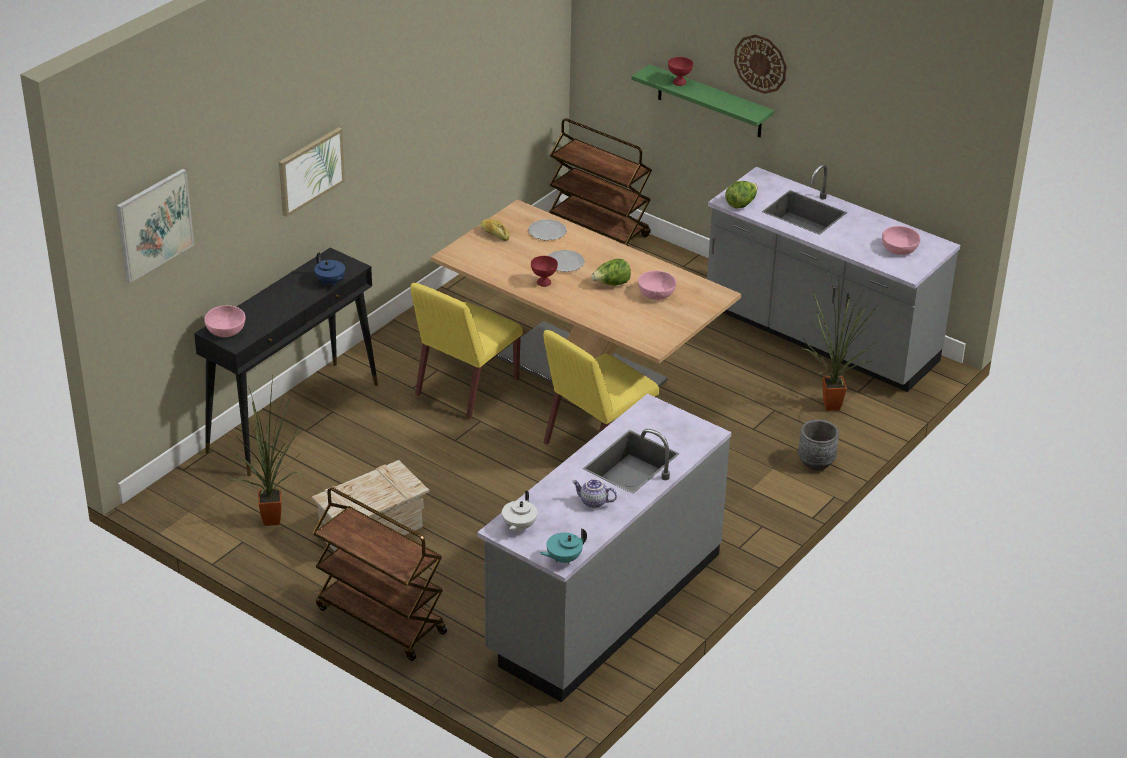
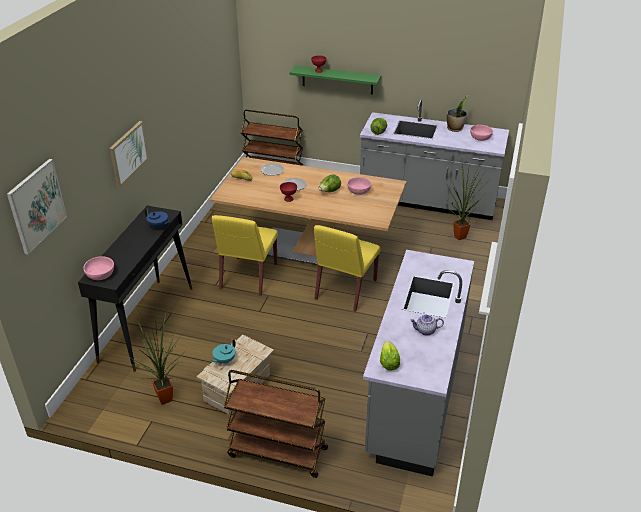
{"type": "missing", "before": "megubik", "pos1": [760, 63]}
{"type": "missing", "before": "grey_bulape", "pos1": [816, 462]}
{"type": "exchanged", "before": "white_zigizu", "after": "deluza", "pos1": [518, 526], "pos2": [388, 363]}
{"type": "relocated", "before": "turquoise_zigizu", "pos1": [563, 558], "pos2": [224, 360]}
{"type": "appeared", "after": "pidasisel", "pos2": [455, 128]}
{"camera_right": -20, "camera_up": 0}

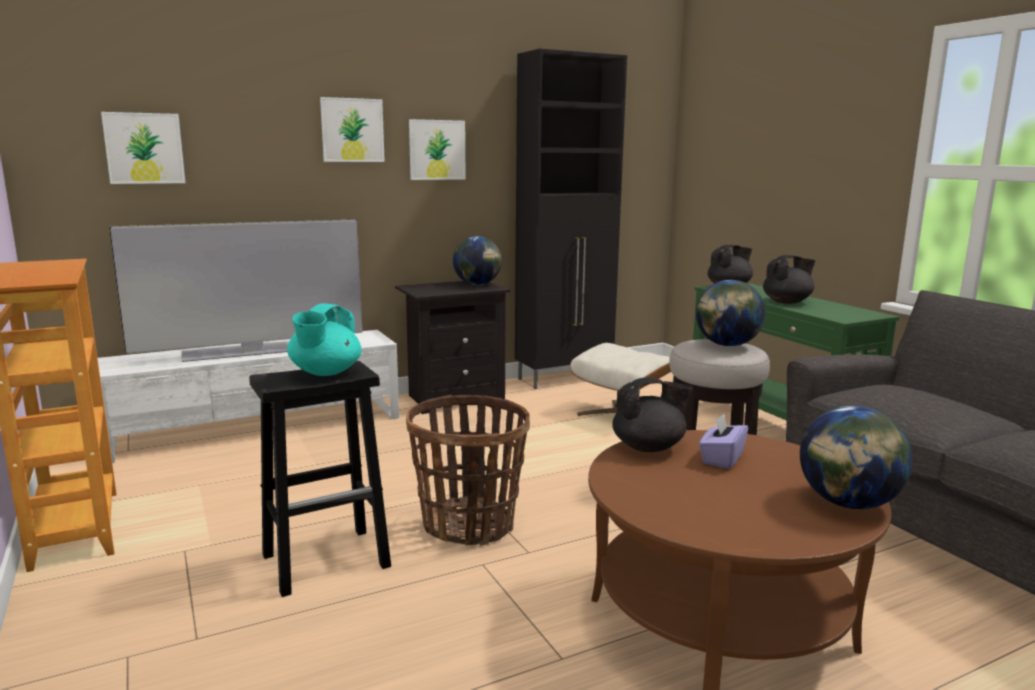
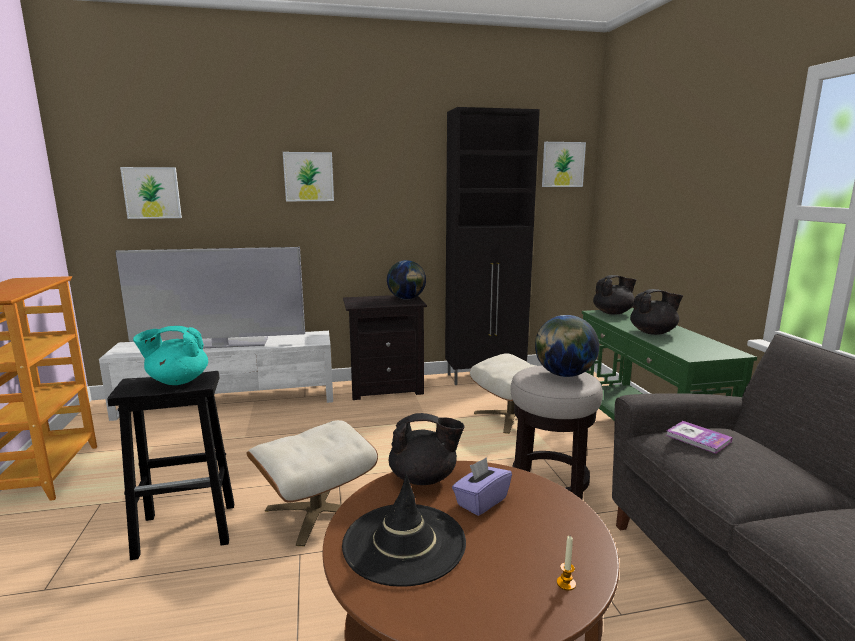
{"type": "relocated", "before": "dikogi", "pos1": [437, 150], "pos2": [563, 164]}
{"type": "spun", "before": "turquoise_zigizu", "pos1": [325, 372], "pos2": [177, 381], "turn": 45}
{"type": "exchanged", "before": "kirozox", "after": "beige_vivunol", "pos1": [469, 524], "pos2": [316, 511]}
{"type": "exchanged", "before": "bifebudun", "after": "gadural", "pos1": [848, 503], "pos2": [566, 583]}
{"type": "appeared", "after": "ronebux", "pos2": [698, 438]}
{"type": "appeared", "after": "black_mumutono", "pos2": [404, 543]}
{"camera_right": 15, "camera_up": 0}

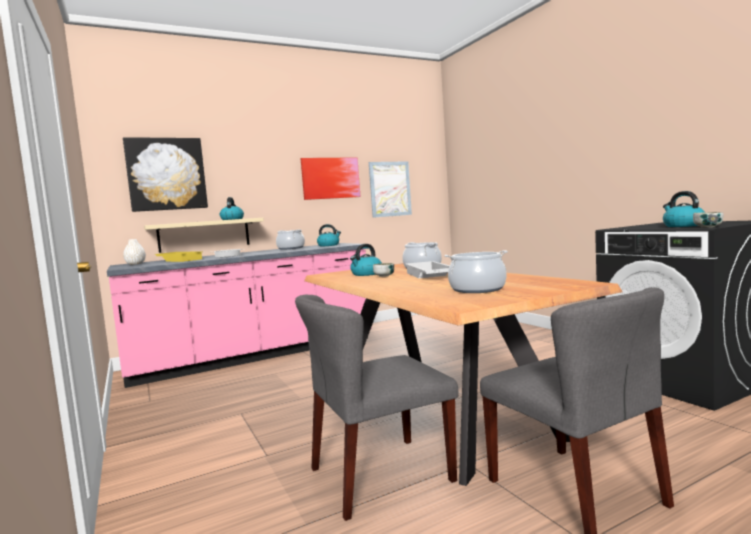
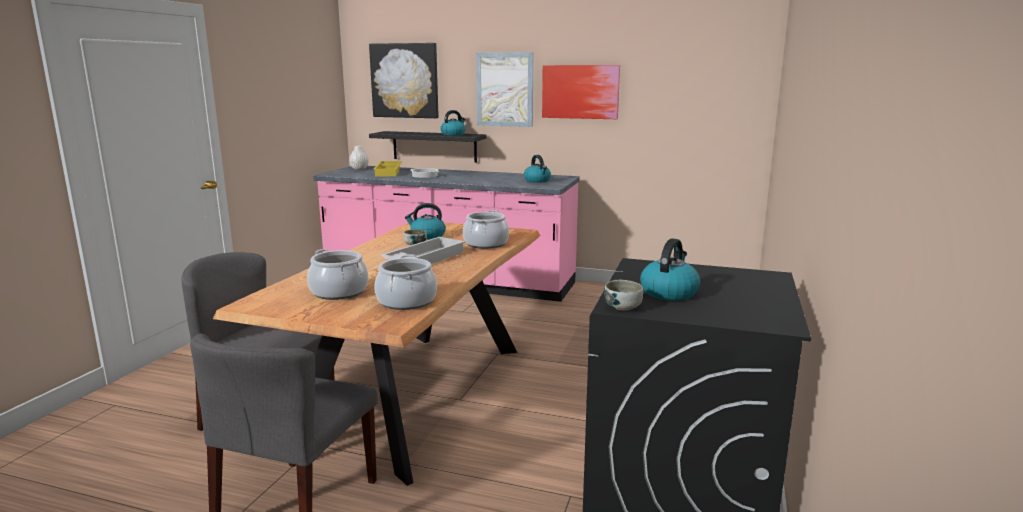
{"type": "relocated", "before": "dikogi", "pos1": [390, 189], "pos2": [504, 89]}
{"type": "colour", "before": "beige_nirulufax", "after": "black_nirulufax", "pos1": [204, 235], "pos2": [434, 146]}
{"type": "relocated", "before": "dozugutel", "pos1": [291, 248], "pos2": [407, 301]}
{"camera_right": 45, "camera_up": 10}

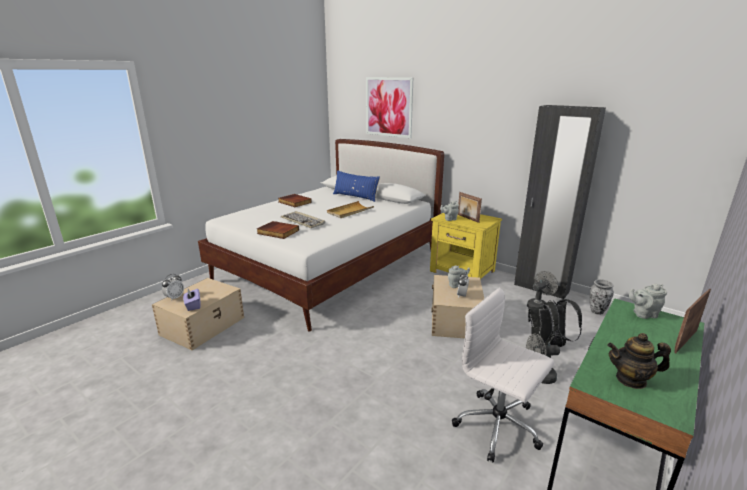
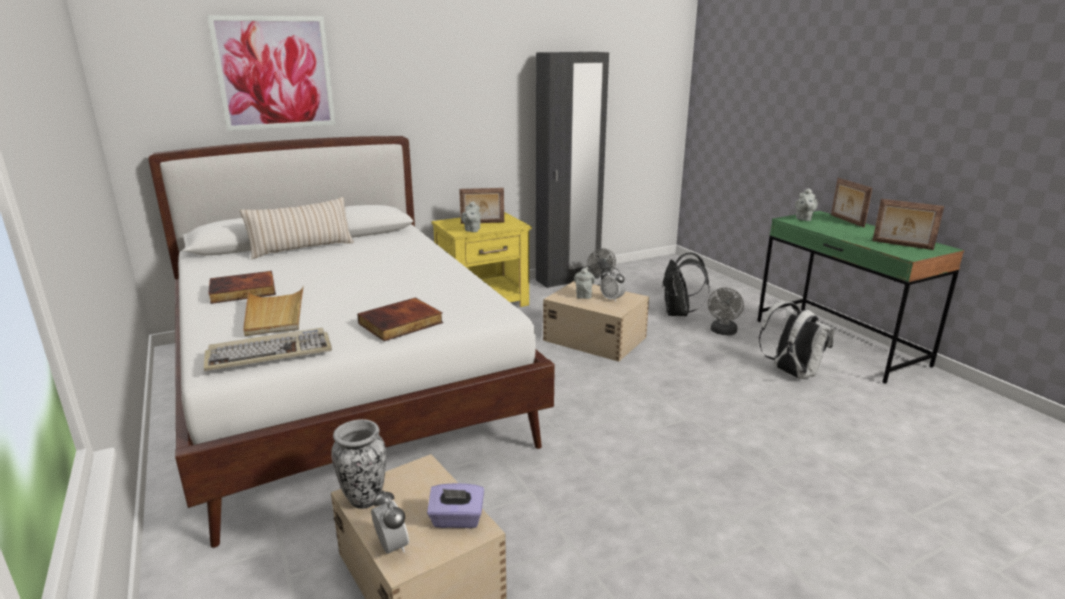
{"type": "colour", "before": "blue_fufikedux", "after": "beige_fufikedux", "pos1": [355, 197], "pos2": [302, 249]}
{"type": "relocated", "before": "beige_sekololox", "pos1": [350, 211], "pos2": [274, 314]}
{"type": "relocated", "before": "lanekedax", "pos1": [303, 221], "pos2": [270, 353]}
{"type": "relocated", "before": "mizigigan", "pos1": [597, 311], "pos2": [364, 498]}
{"type": "exchanged", "before": "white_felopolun", "after": "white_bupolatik", "pos1": [499, 427], "pos2": [791, 373]}
{"type": "exchanged", "before": "zigizu", "after": "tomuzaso", "pos1": [631, 379], "pos2": [902, 245]}
{"camera_right": -65, "camera_up": 0}

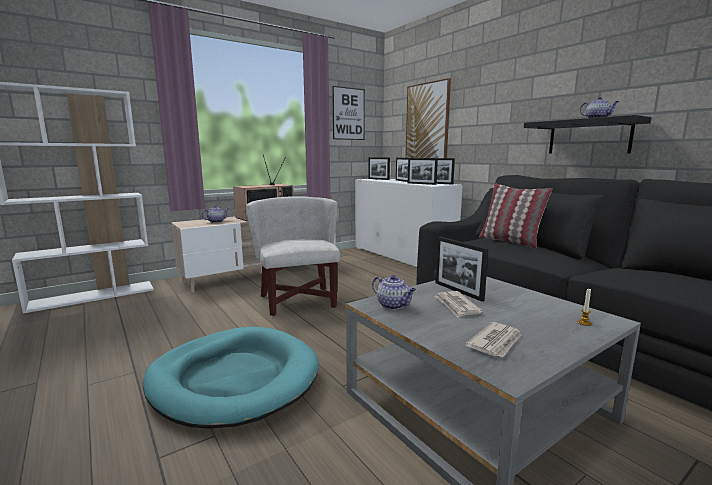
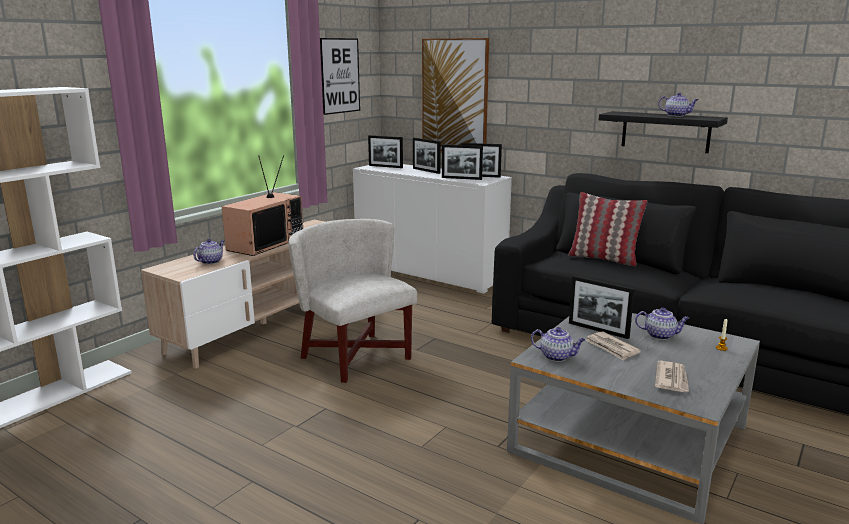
{"type": "missing", "before": "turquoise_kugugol", "pos1": [234, 379]}
{"type": "appeared", "after": "zigizu", "pos2": [660, 335]}
{"camera_right": -20, "camera_up": 5}

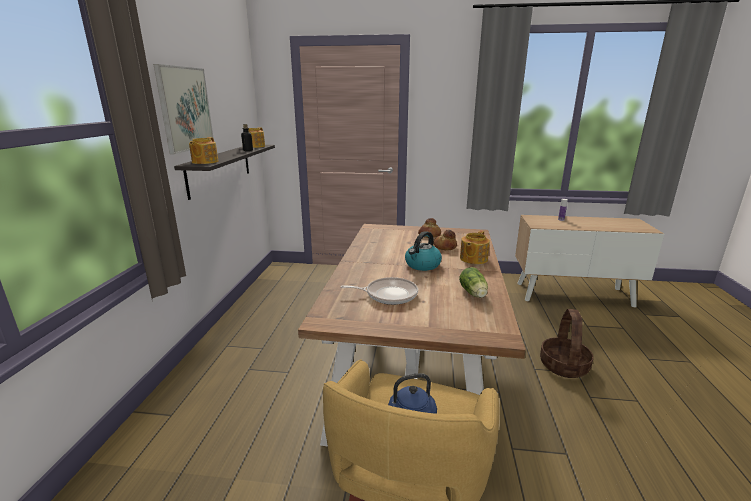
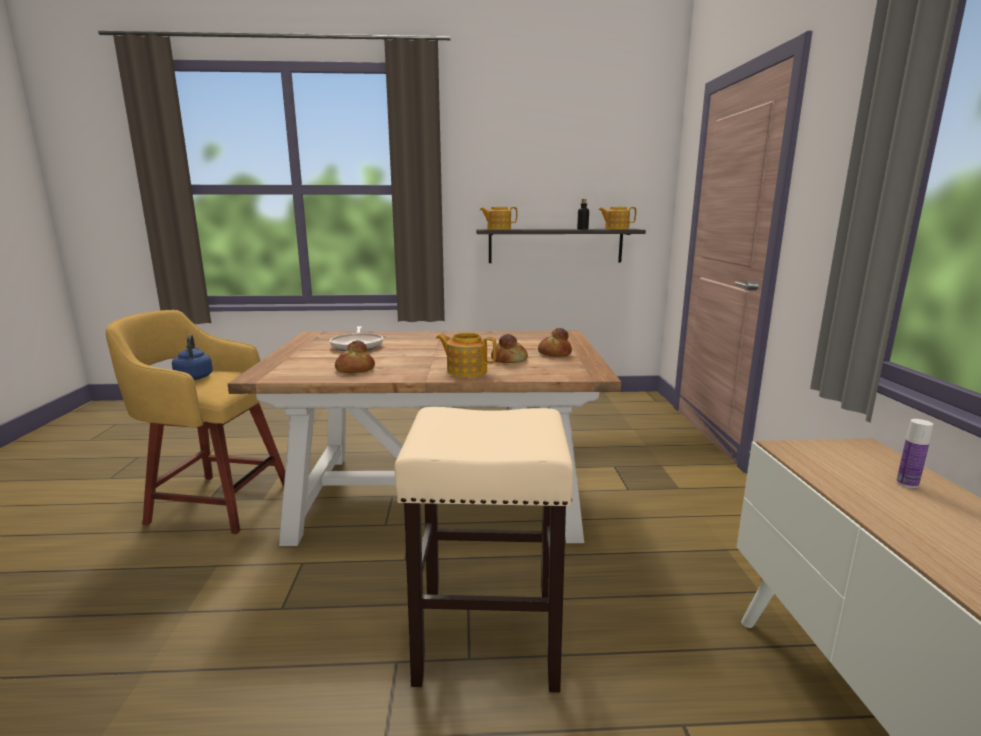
{"type": "missing", "before": "dikogi", "pos1": [185, 109]}
{"type": "missing", "before": "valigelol", "pos1": [422, 265]}
{"type": "exchanged", "before": "deluza", "after": "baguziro", "pos1": [473, 294], "pos2": [354, 370]}
{"type": "exchanged", "before": "kirozox", "after": "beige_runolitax", "pos1": [564, 366], "pos2": [485, 643]}
{"camera_right": 80, "camera_up": -5}

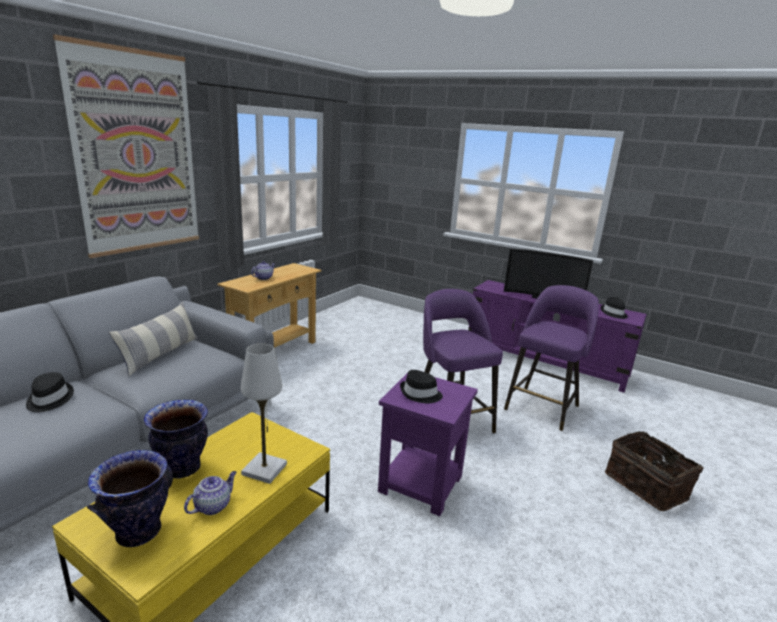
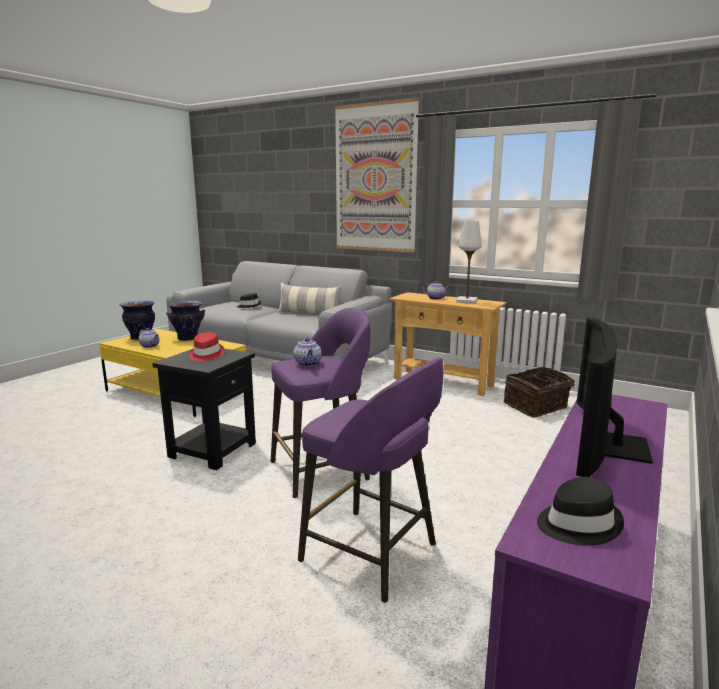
{"type": "relocated", "before": "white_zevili", "pos1": [264, 469], "pos2": [467, 301]}
{"type": "colour", "before": "black_mumutono", "after": "red_mumutono", "pos1": [420, 394], "pos2": [206, 354]}
{"type": "colour", "before": "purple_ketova", "after": "black_ketova", "pos1": [419, 483], "pos2": [213, 449]}
{"type": "relocated", "before": "kirozox", "pos1": [647, 485], "pos2": [536, 407]}
{"type": "appeared", "after": "zigizu", "pos2": [308, 364]}
{"camera_right": 90, "camera_up": -5}

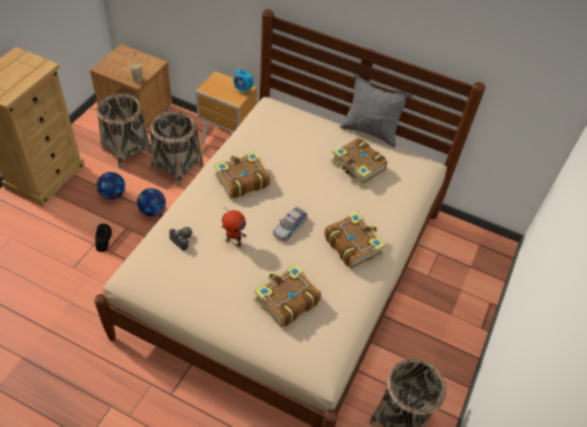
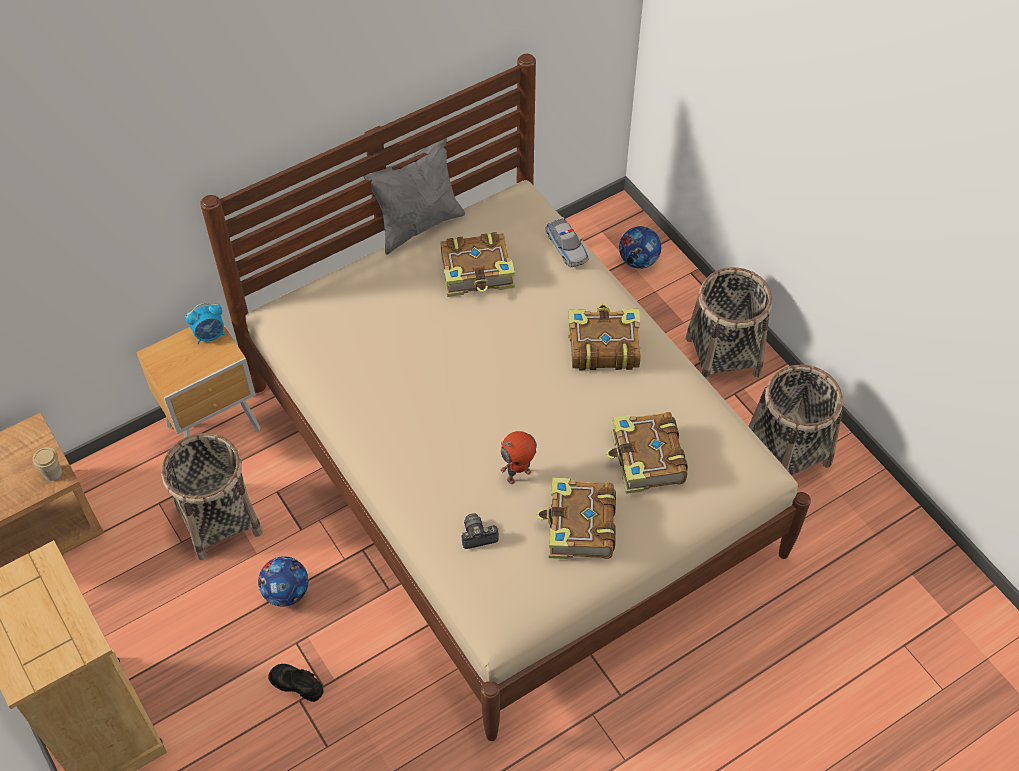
{"type": "relocated", "before": "kirozox", "pos1": [126, 150], "pos2": [723, 356]}
{"type": "relocated", "before": "ronebux", "pos1": [241, 180], "pos2": [579, 527]}
{"type": "relocated", "before": "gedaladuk", "pos1": [113, 194], "pos2": [638, 261]}
{"type": "relocated", "before": "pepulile", "pos1": [290, 227], "pos2": [566, 247]}
{"camera_right": -55, "camera_up": 5}

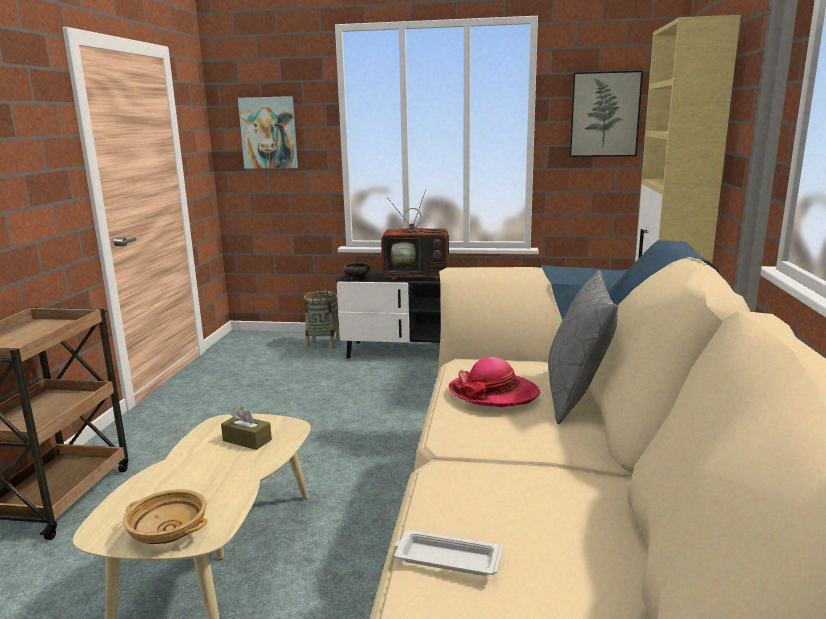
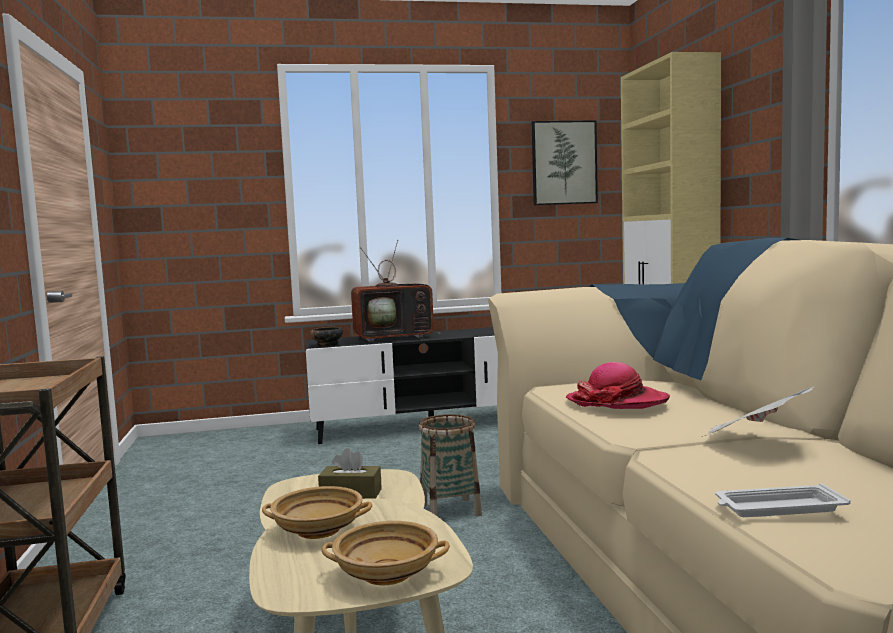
{"type": "missing", "before": "dikogi", "pos1": [269, 133]}
{"type": "missing", "before": "grey_fufikedux", "pos1": [576, 396]}
{"type": "relocated", "before": "kirozox", "pos1": [323, 344], "pos2": [450, 510]}
{"type": "appeared", "after": "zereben", "pos2": [753, 441]}
{"type": "appeared", "after": "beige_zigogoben", "pos2": [317, 530]}
{"camera_right": -20, "camera_up": -10}

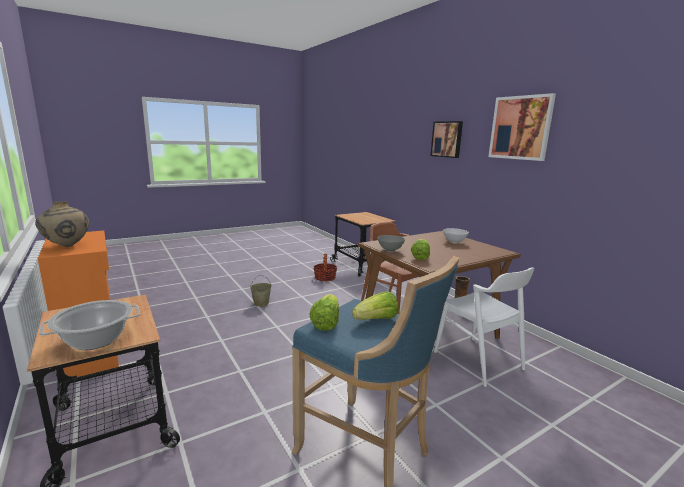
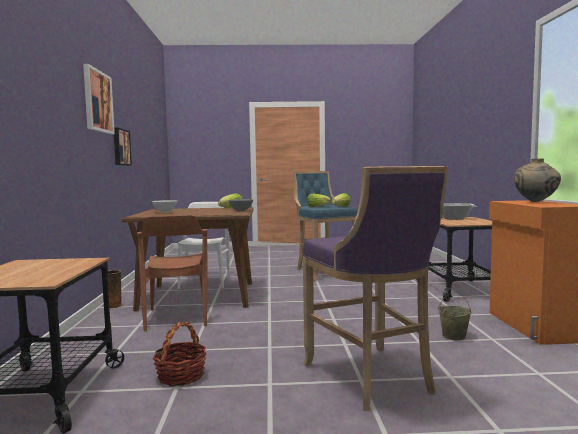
{"type": "relocated", "before": "dikogi", "pos1": [447, 139], "pos2": [120, 147]}
{"type": "relocated", "before": "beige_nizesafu", "pos1": [261, 303], "pos2": [453, 336]}
{"type": "appeared", "after": "purple_runolitax", "pos2": [371, 379]}
{"camera_right": -150, "camera_up": -10}

